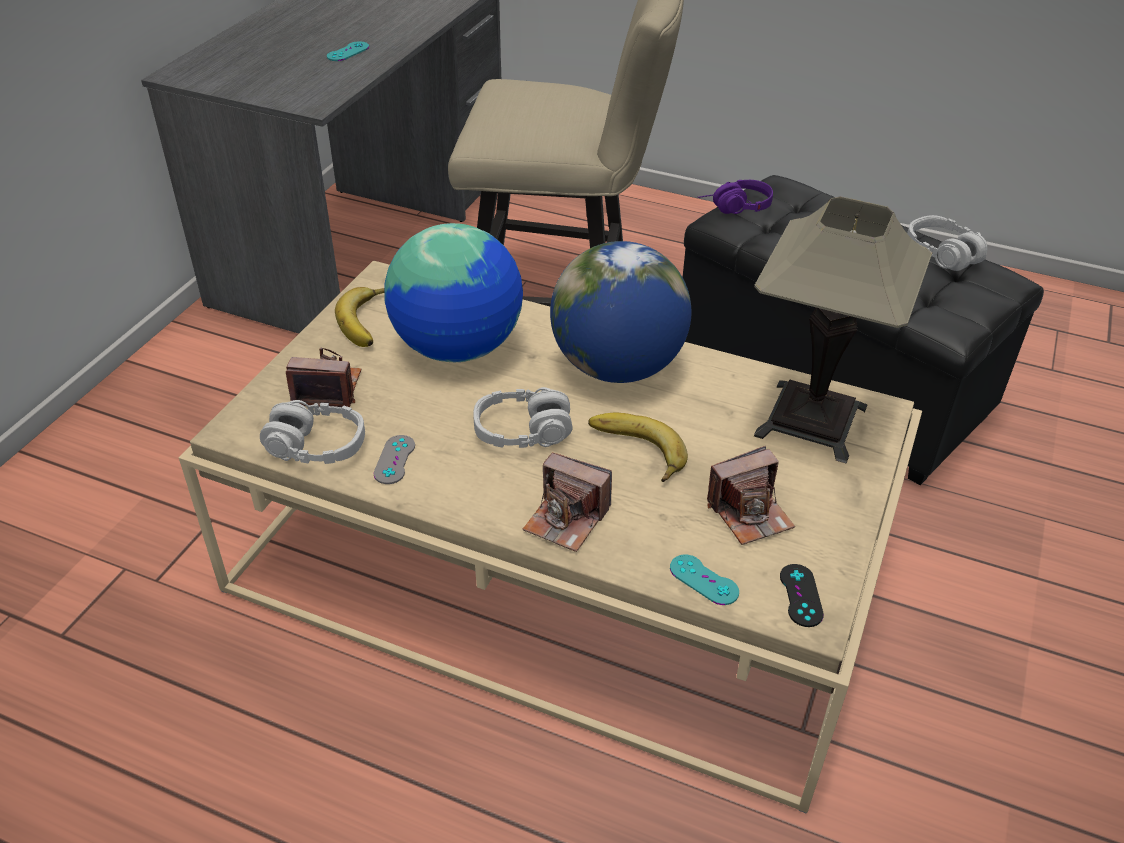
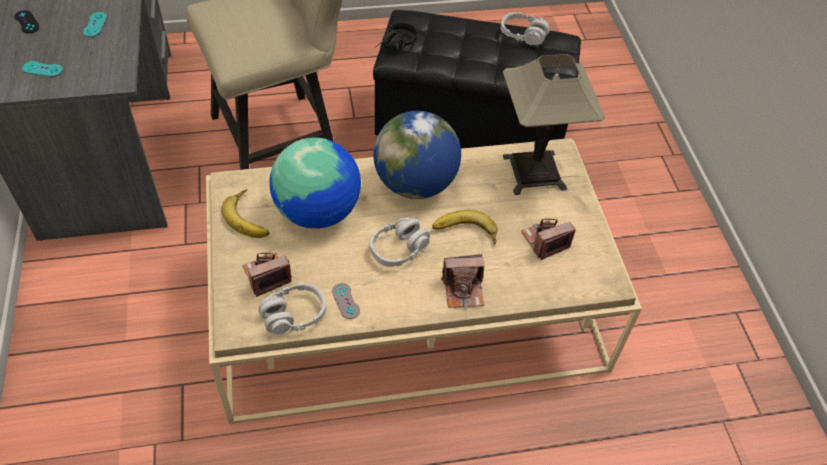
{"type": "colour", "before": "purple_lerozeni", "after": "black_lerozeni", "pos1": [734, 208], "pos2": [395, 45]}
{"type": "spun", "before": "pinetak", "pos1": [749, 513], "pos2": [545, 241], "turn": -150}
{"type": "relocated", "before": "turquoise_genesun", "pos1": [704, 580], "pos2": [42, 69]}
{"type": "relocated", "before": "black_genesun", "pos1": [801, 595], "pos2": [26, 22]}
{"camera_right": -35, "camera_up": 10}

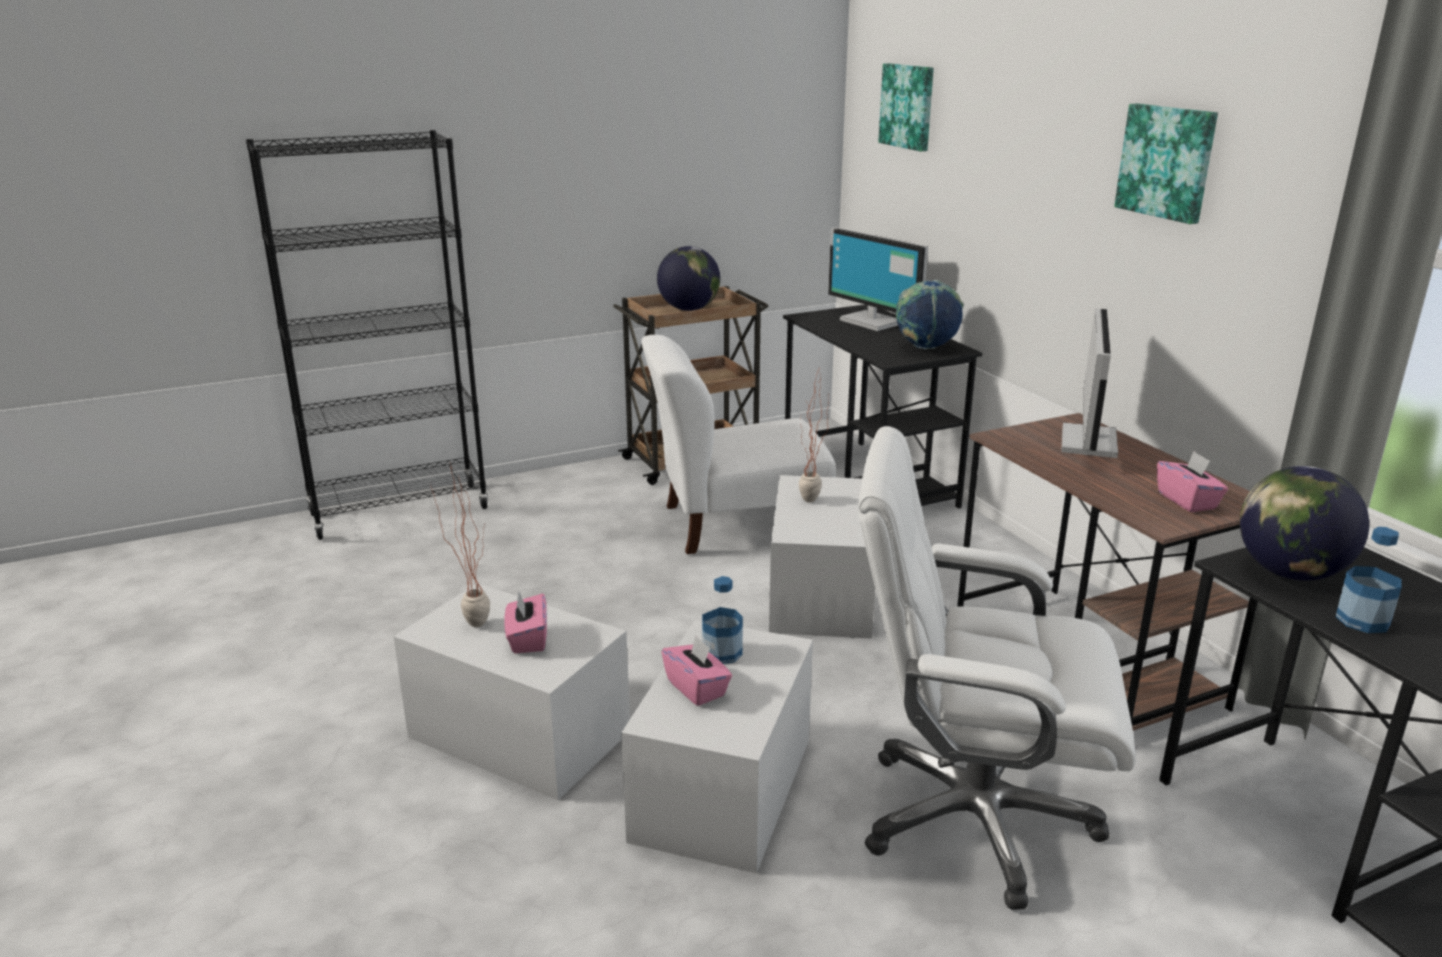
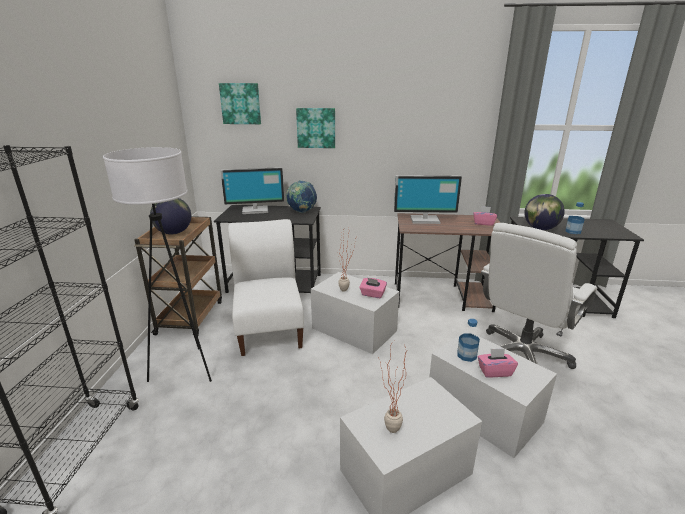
{"type": "relocated", "before": "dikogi", "pos1": [1167, 162], "pos2": [316, 128]}
{"type": "spun", "before": "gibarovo", "pos1": [1085, 441], "pos2": [424, 219], "turn": 135}
{"type": "spun", "before": "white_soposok", "pos1": [736, 524], "pos2": [270, 327], "turn": 150}
{"type": "relocated", "before": "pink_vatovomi", "pos1": [527, 639], "pos2": [372, 294]}
{"type": "appeared", "after": "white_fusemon", "pos2": [185, 370]}
{"camera_right": -60, "camera_up": 0}

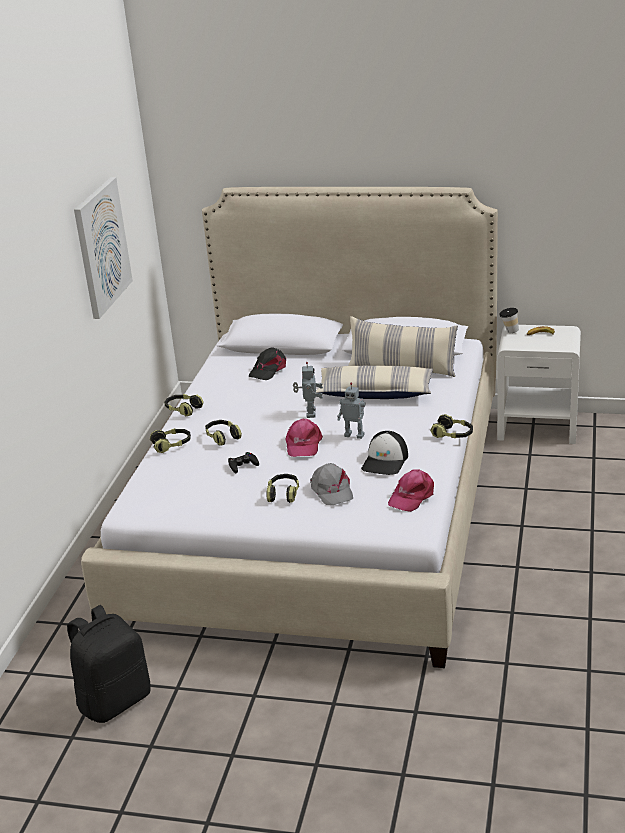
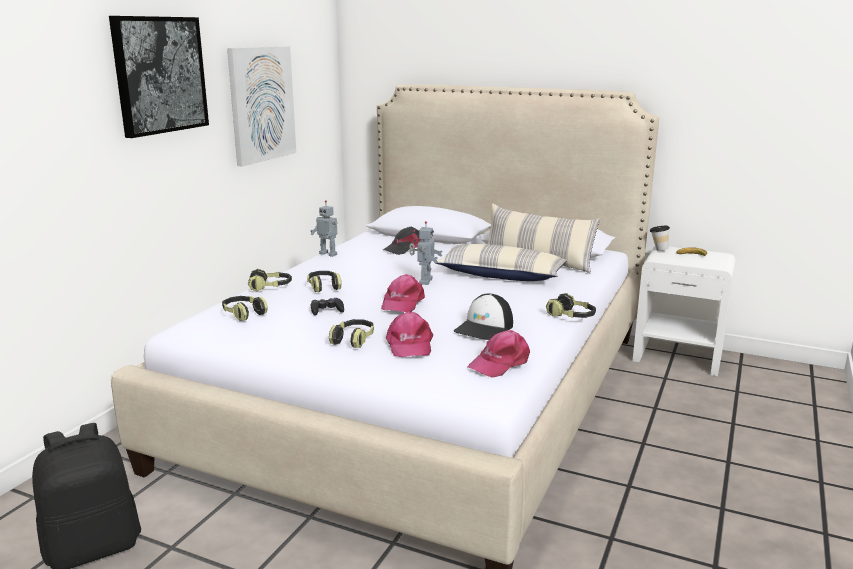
{"type": "relocated", "before": "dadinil", "pos1": [354, 435], "pos2": [329, 254]}
{"type": "relocated", "before": "lerozeni", "pos1": [183, 410], "pos2": [243, 314]}
{"type": "colour", "before": "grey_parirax", "after": "pink_parirax", "pos1": [331, 490], "pos2": [409, 344]}
{"type": "appeared", "after": "dikogi", "pos2": [160, 75]}
{"camera_right": 10, "camera_up": -10}

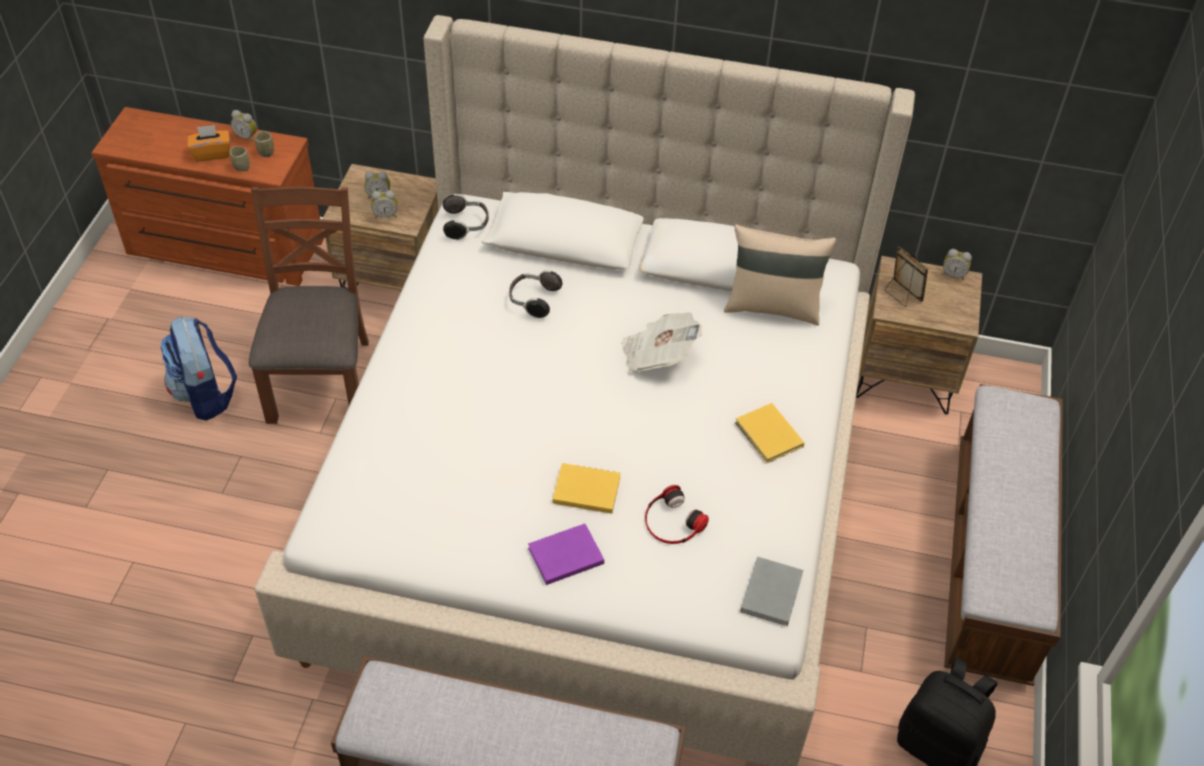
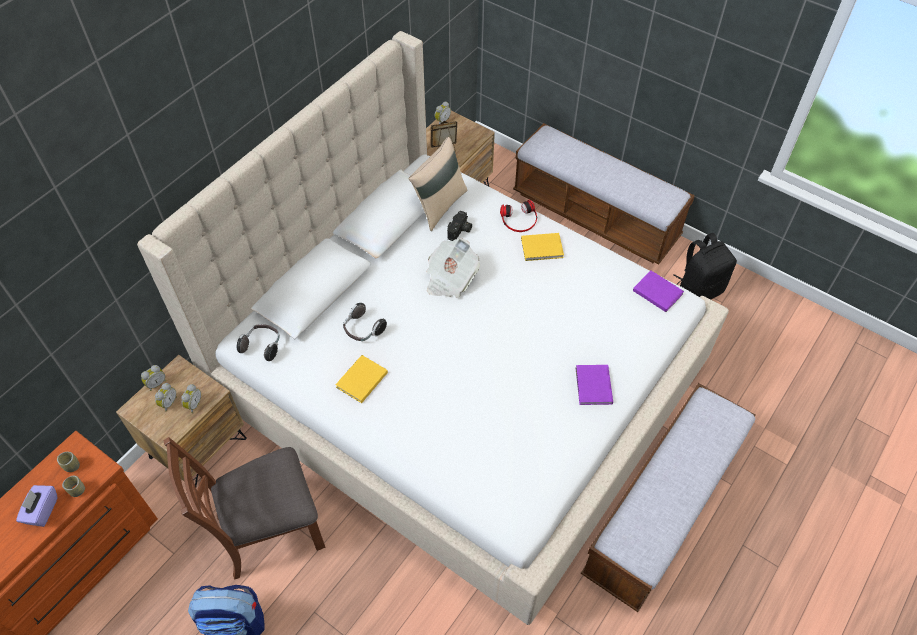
{"type": "relocated", "before": "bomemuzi", "pos1": [247, 137], "pos2": [156, 383]}
{"type": "colour", "before": "orange_vatovomi", "after": "purple_vatovomi", "pos1": [212, 153], "pos2": [42, 511]}
{"type": "spun", "before": "brown_soposok", "pos1": [321, 379], "pos2": [268, 530], "turn": -45}
{"type": "relocated", "before": "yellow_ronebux", "pos1": [585, 489], "pos2": [360, 380]}
{"type": "relocated", "before": "lerozeni", "pos1": [672, 522], "pos2": [519, 220]}
{"type": "colour", "before": "grey_ronebux", "after": "purple_ronebux", "pos1": [773, 591], "pos2": [657, 291]}
{"type": "appeared", "after": "pinetak", "pos2": [460, 231]}
{"camera_right": -65, "camera_up": 5}

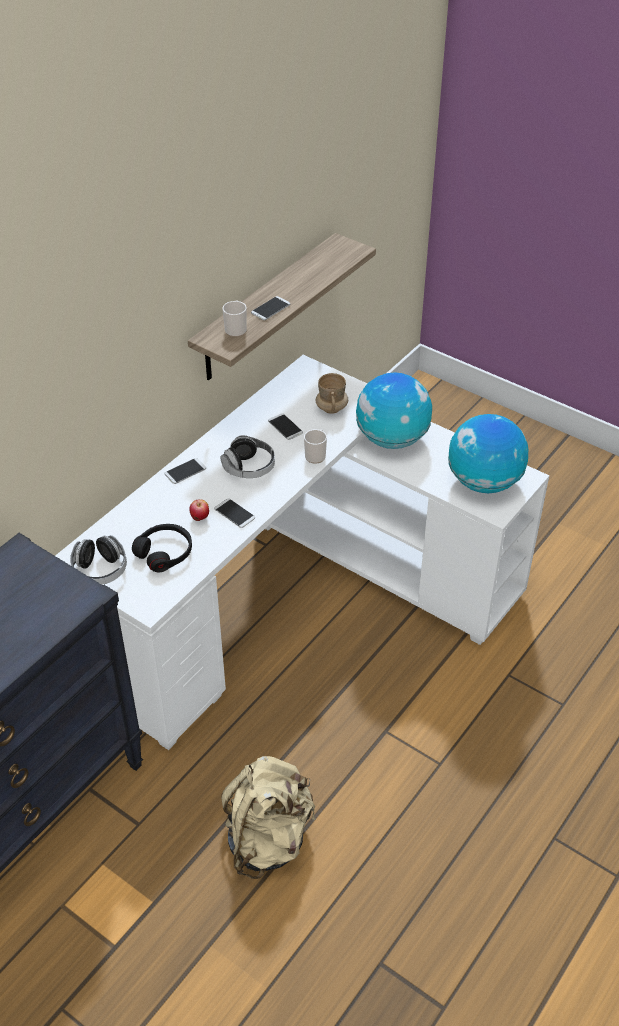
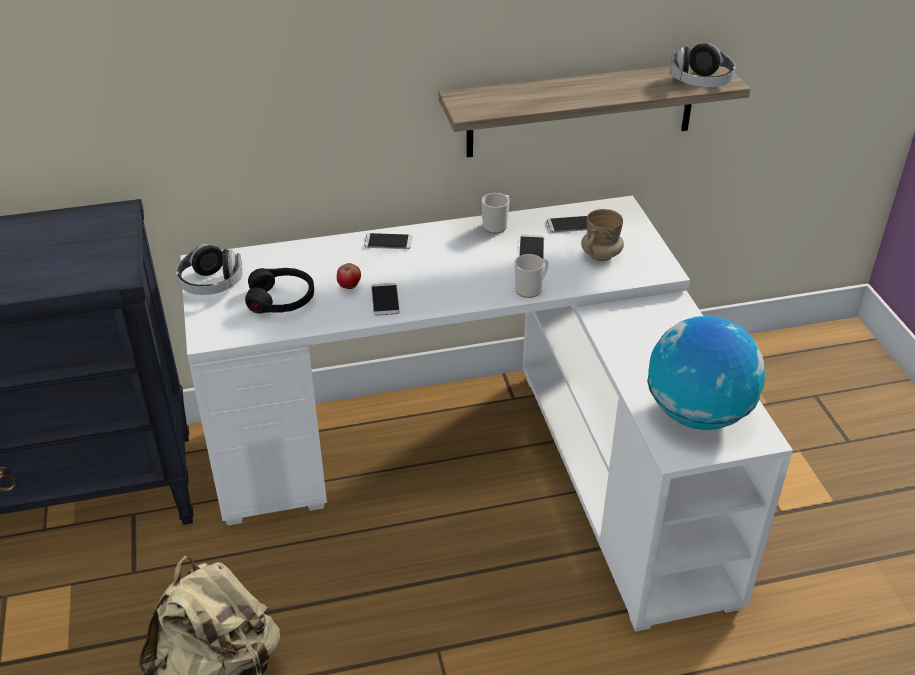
{"type": "relocated", "before": "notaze", "pos1": [270, 309], "pos2": [570, 225]}
{"type": "relocated", "before": "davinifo", "pos1": [236, 329], "pos2": [497, 225]}
{"type": "missing", "before": "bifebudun", "pos1": [392, 439]}
{"type": "relocated", "before": "lerozeni", "pos1": [249, 468], "pos2": [700, 83]}
{"camera_right": 40, "camera_up": -5}

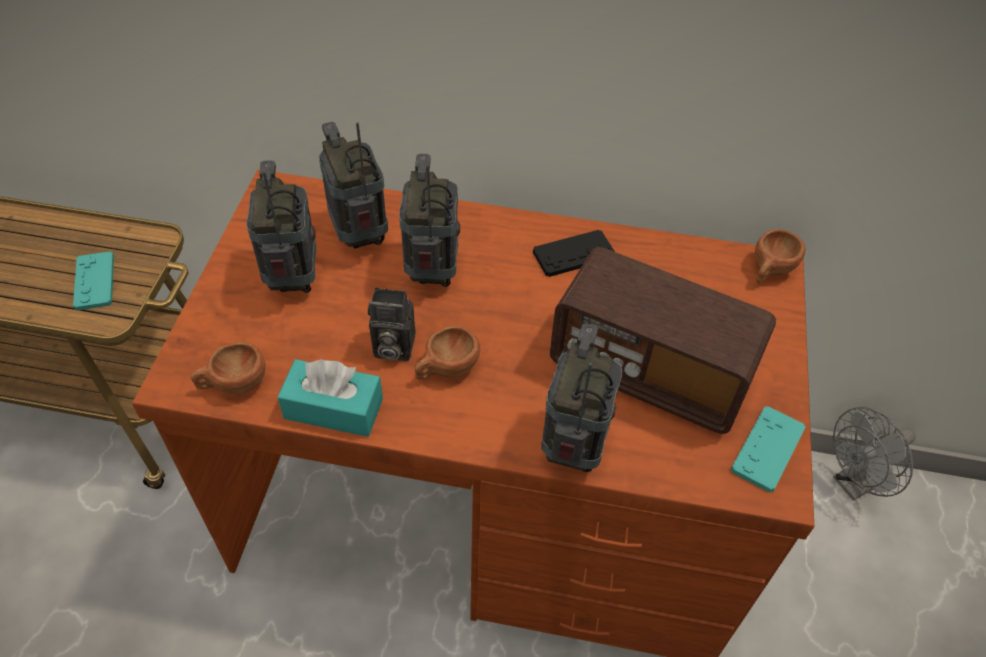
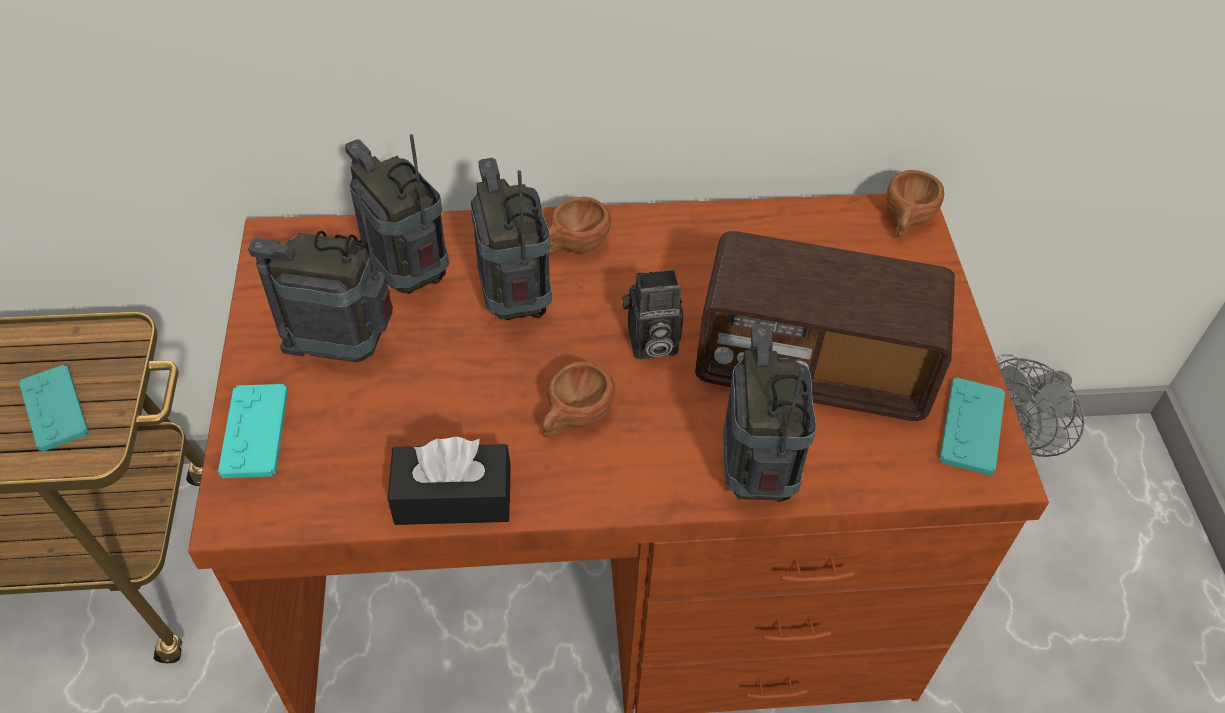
{"type": "spun", "before": "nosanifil", "pos1": [293, 279], "pos2": [344, 348], "turn": -60}
{"type": "missing", "before": "black_genesun", "pos1": [574, 254]}
{"type": "relocated", "before": "pinetak", "pos1": [391, 347], "pos2": [650, 344]}
{"type": "relocated", "before": "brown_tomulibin", "pos1": [233, 384], "pos2": [573, 246]}
{"type": "colour", "before": "turquoise_vatovomi", "after": "black_vatovomi", "pos1": [333, 408], "pos2": [453, 497]}
{"type": "appeared", "after": "turquoise_genesun", "pos2": [255, 432]}
{"camera_right": -15, "camera_up": 0}

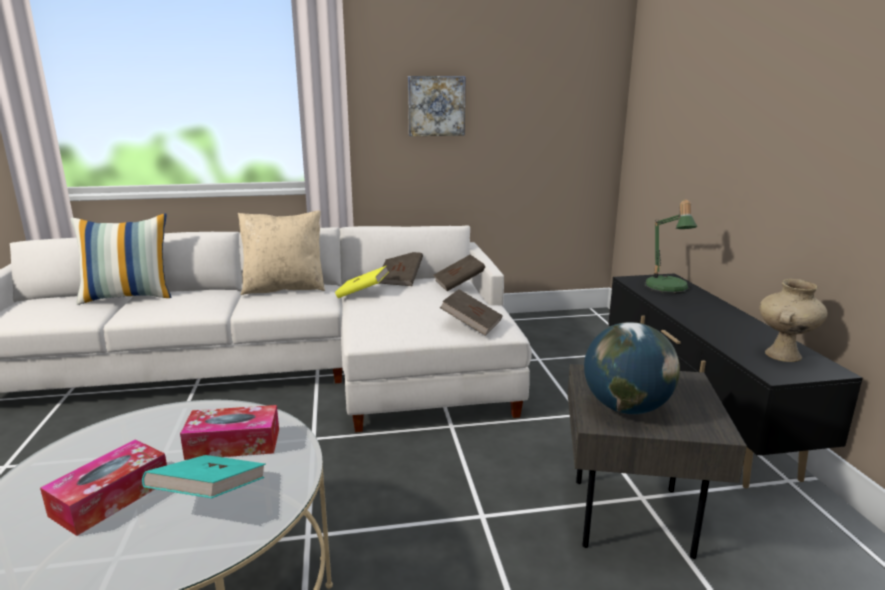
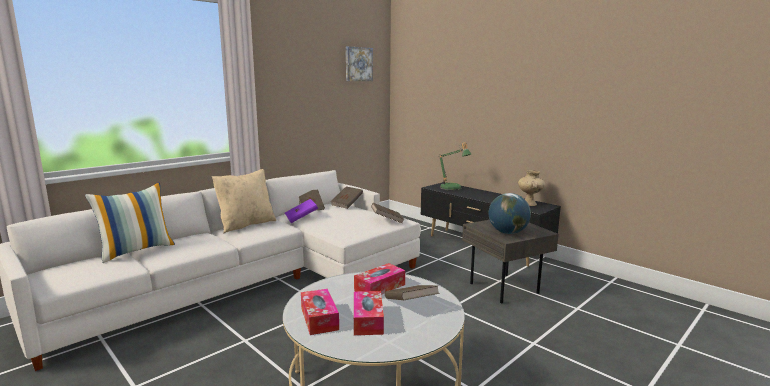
{"type": "relocated", "before": "dikogi", "pos1": [436, 106], "pos2": [358, 64]}
{"type": "colour", "before": "yellow_ronebux", "after": "purple_ronebux", "pos1": [362, 294], "pos2": [301, 218]}
{"type": "colour", "before": "turquoise_ronebux", "after": "brown_ronebux", "pos1": [210, 496], "pos2": [410, 304]}
{"type": "appeared", "after": "vatovomi", "pos2": [319, 318]}
{"camera_right": -35, "camera_up": -5}

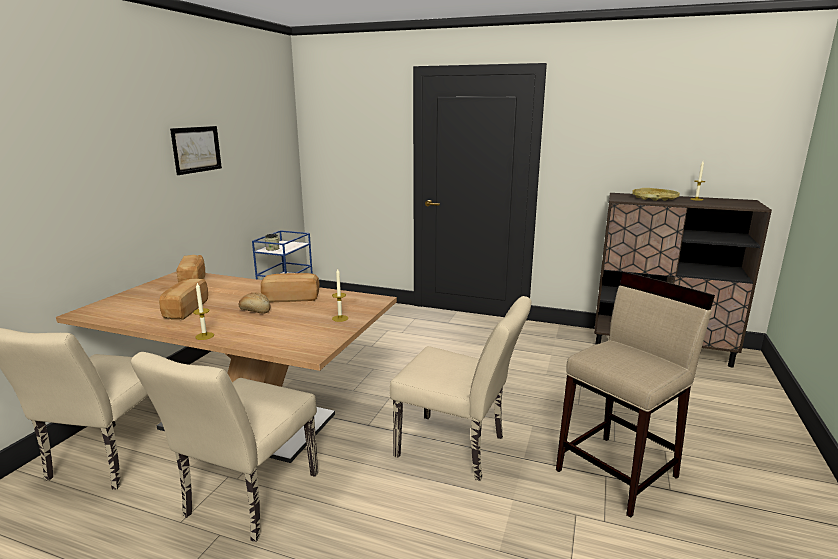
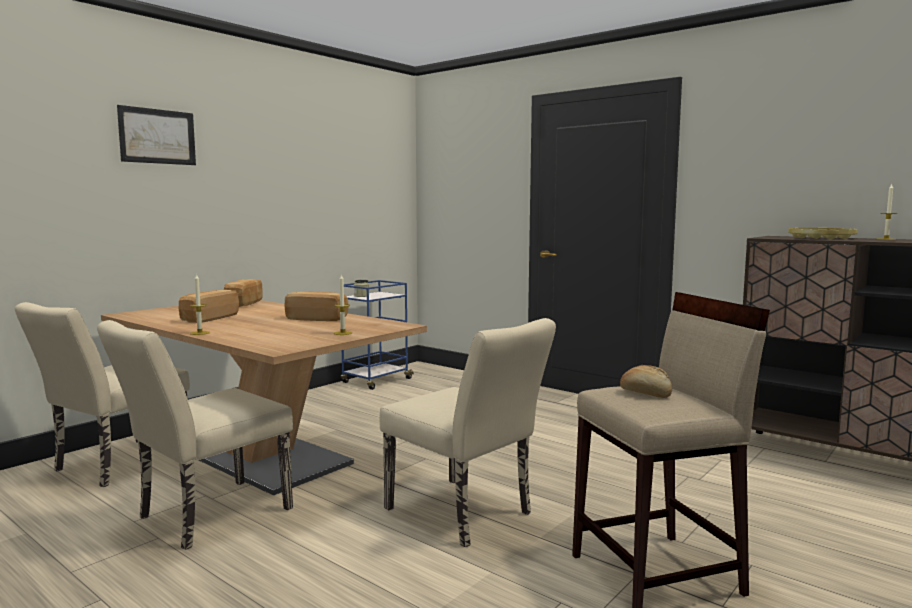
{"type": "relocated", "before": "dikogi", "pos1": [196, 149], "pos2": [157, 136]}
{"type": "relocated", "before": "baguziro", "pos1": [255, 310], "pos2": [645, 393]}
{"camera_right": 20, "camera_up": -10}

